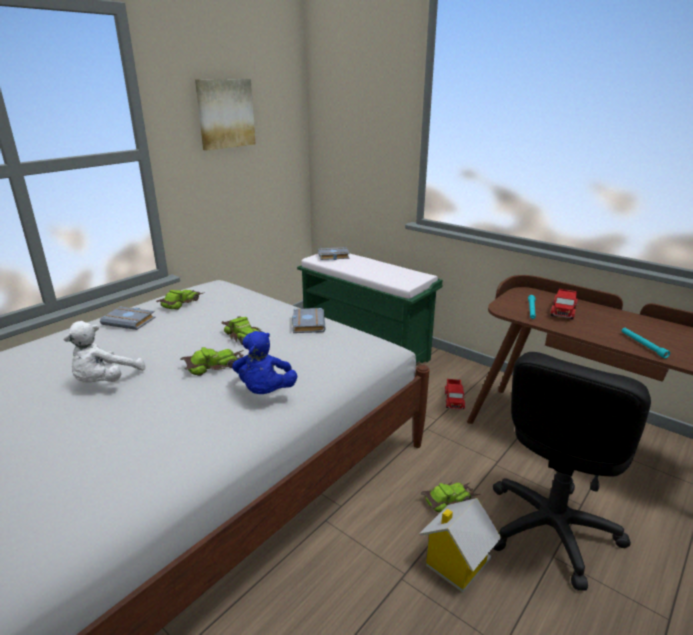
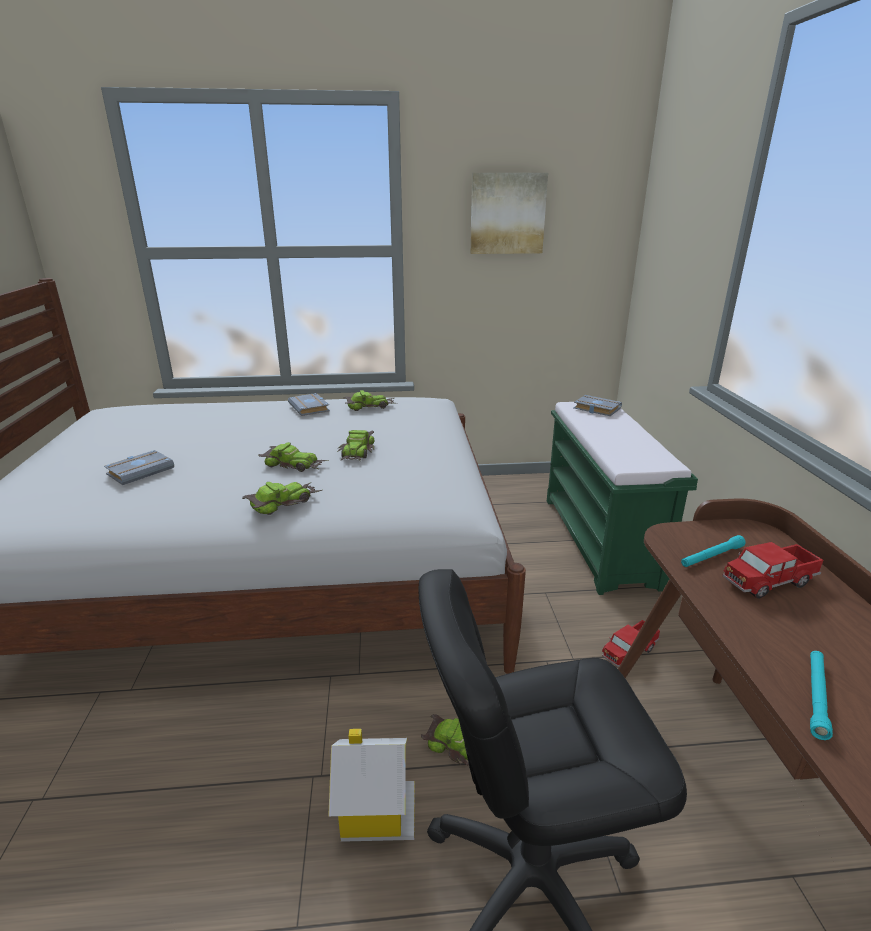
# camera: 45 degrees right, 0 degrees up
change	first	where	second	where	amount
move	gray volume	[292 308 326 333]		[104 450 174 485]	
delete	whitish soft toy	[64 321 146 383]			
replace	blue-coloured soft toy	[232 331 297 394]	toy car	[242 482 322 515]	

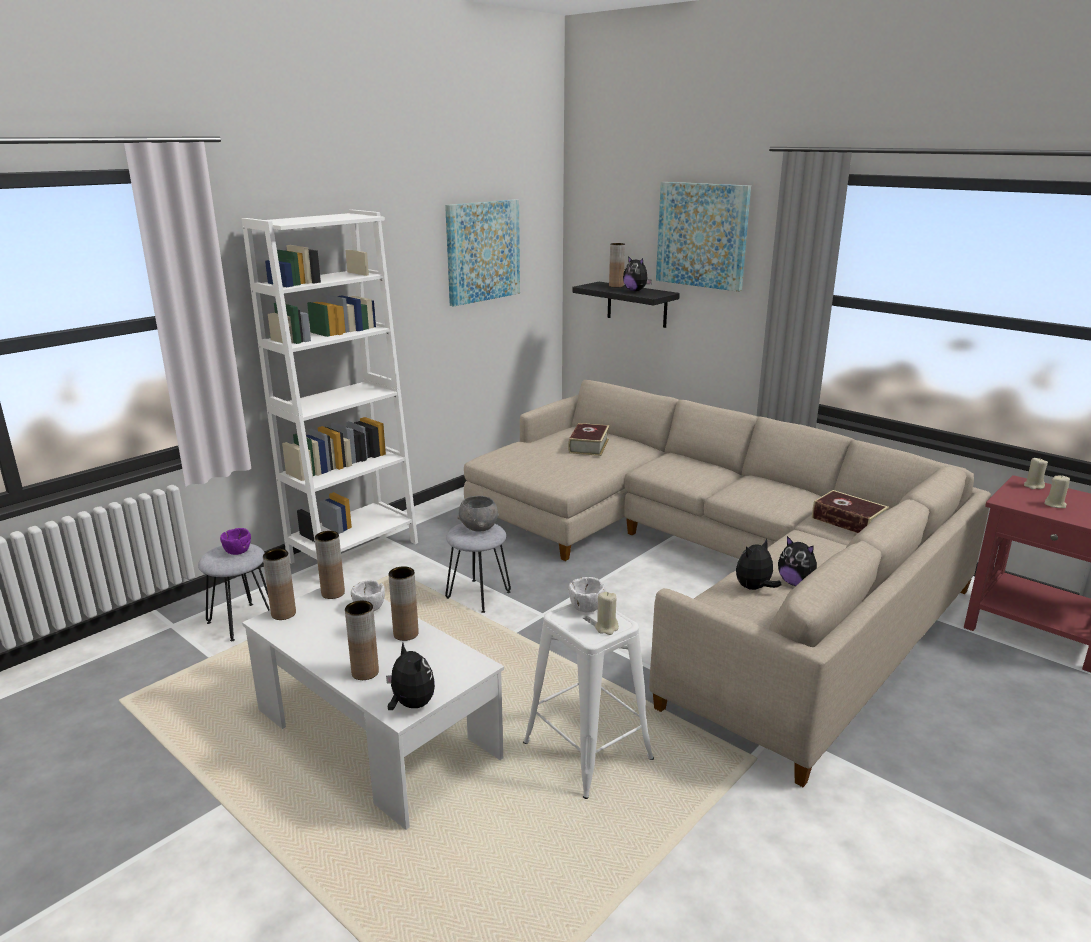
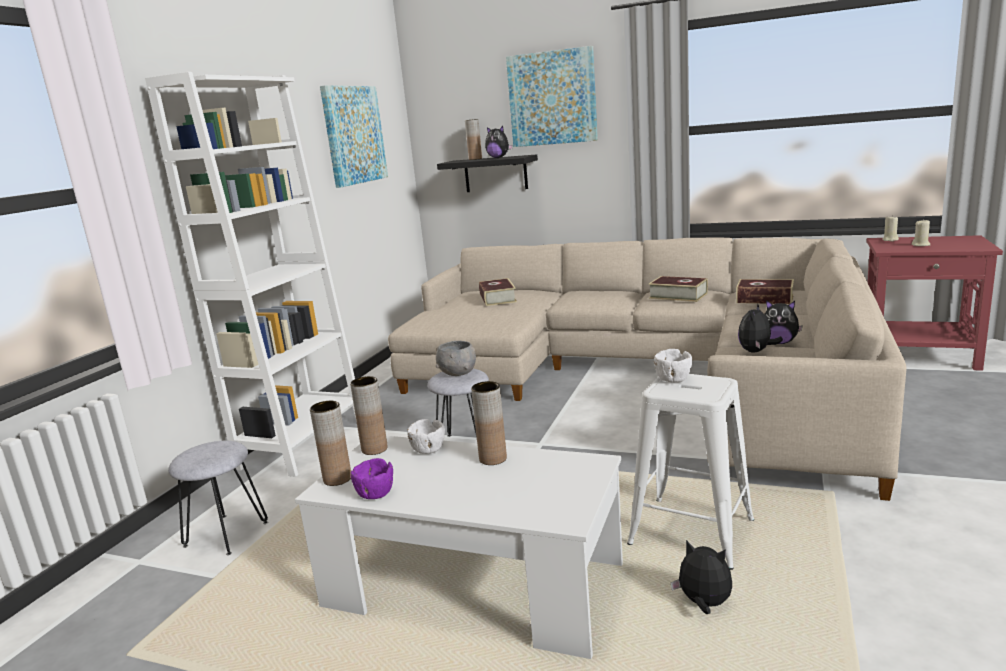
# camera: 20 degrees left, 5 degrees down
change	first	where	second	where	amount
move	purple bowl	[220 528 251 555]		[350 458 393 499]	
delete	beige wax light	[595 592 619 635]			
delete	brown-coloured flower vase	[345 601 379 680]			
move	soft toy	[386 643 435 710]		[671 540 732 614]	
insert			volume	[648 276 708 302]	

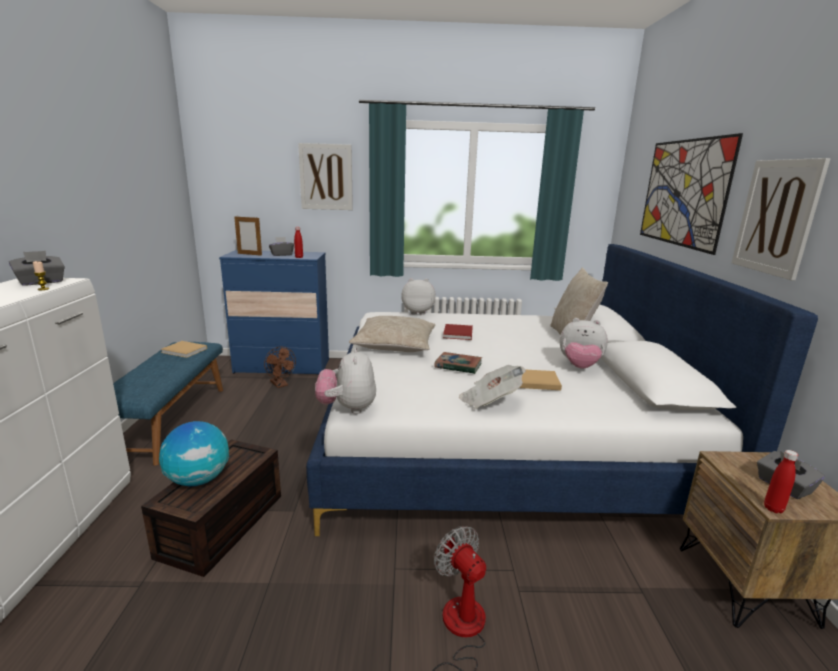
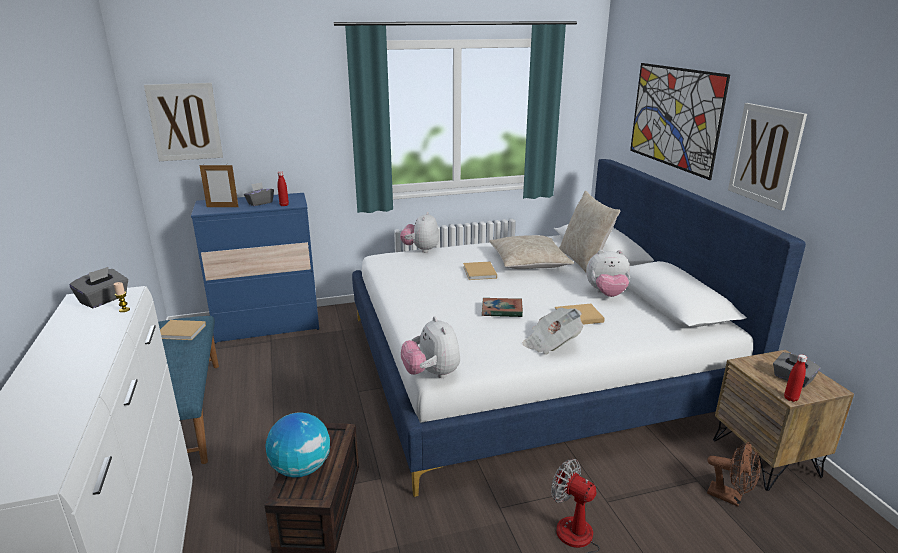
# camera: 15 degrees left, 5 degrees up
change	first	where	second	where	amount
move	wall art	[298 143 353 210]		[144 83 223 161]	
rotate	soft toy	[401 278 436 315]		[400 212 439 253]	60 degrees counterclockwise
move	beige pillow	[349 316 436 352]		[489 235 574 269]	
recolor	red-coloured volume	[443 324 473 340]	beige volume	[463 261 497 280]	
move	brown-coloured cooling fan	[264 346 296 388]		[707 442 761 506]	

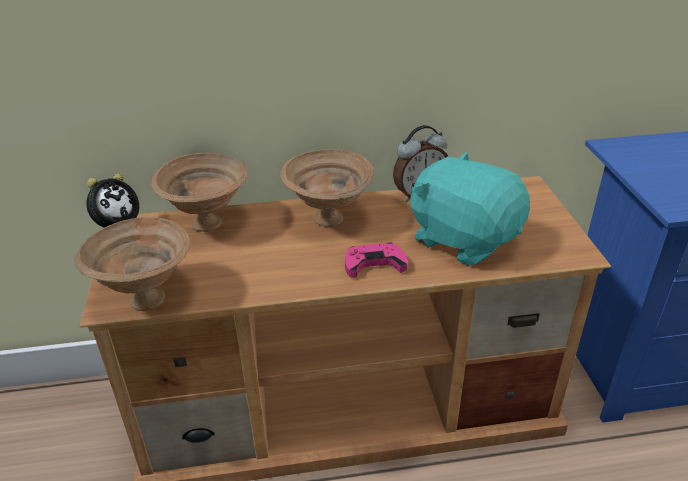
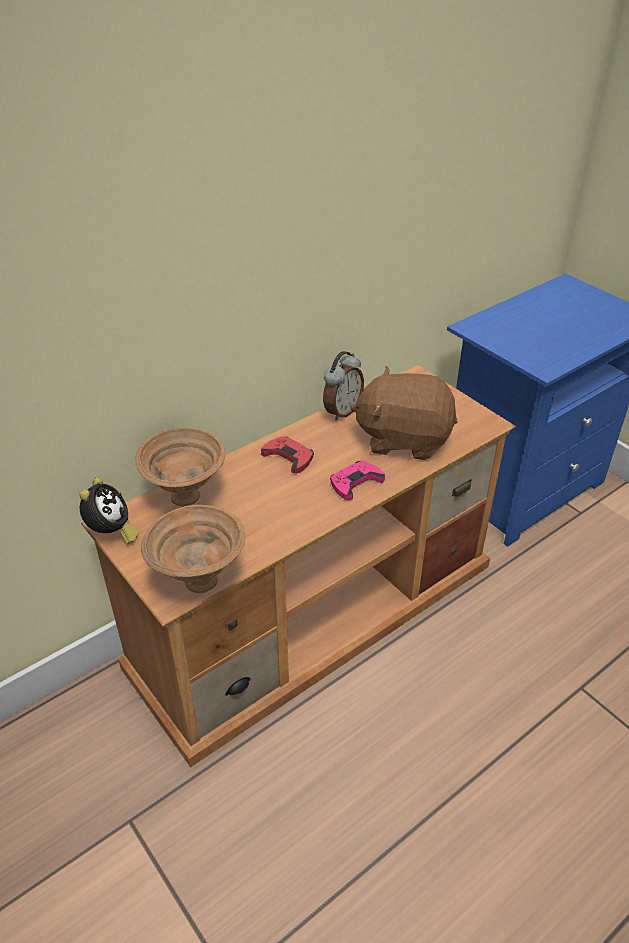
# camera: 30 degrees left, 5 degrees up
change	first	where	second	where	amount
replace	brown-coloured bowl	[280 149 374 227]	red-coloured joypad	[261 436 314 474]	
recolor	turquoise soft toy	[410 152 530 266]	brown-coloured soft toy	[350 366 458 460]	

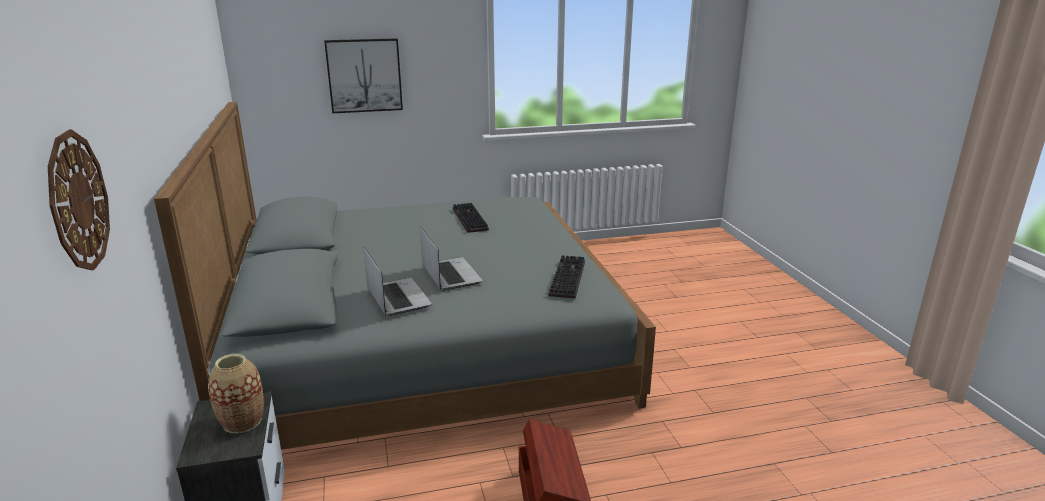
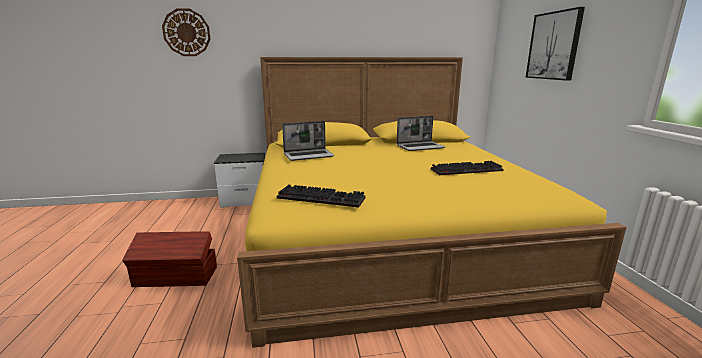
# camera: 95 degrees right, 5 degrees down
change	first	where	second	where	amount
recolor	gray sleeping bed	[154 102 656 450]	yellowish sleeping bed	[237 57 626 348]	
move	laptop	[420 226 483 291]		[396 116 445 151]	
delete	flower vase	[208 354 264 433]			

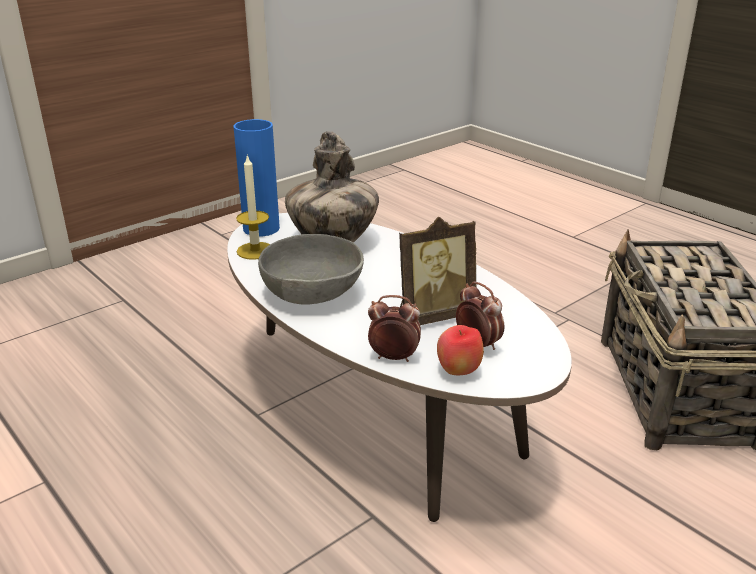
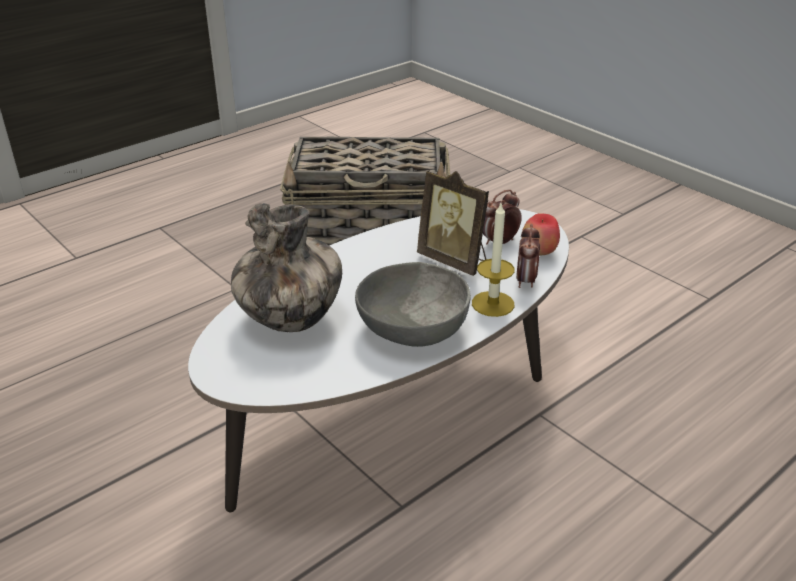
# camera: 90 degrees left, 5 degrees up
change	first	where	second	where	amount
delete	blue-coloured flower vase	[234 119 280 237]			
move	wax light	[236 154 270 260]		[472 203 515 317]	
rotate	standing frame	[399 217 477 325]		[417 170 489 276]	150 degrees clockwise

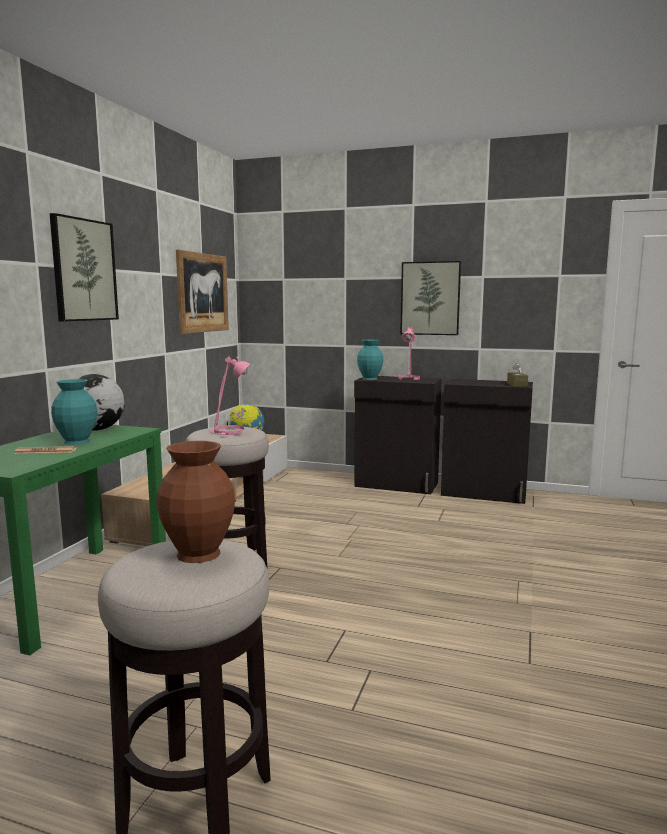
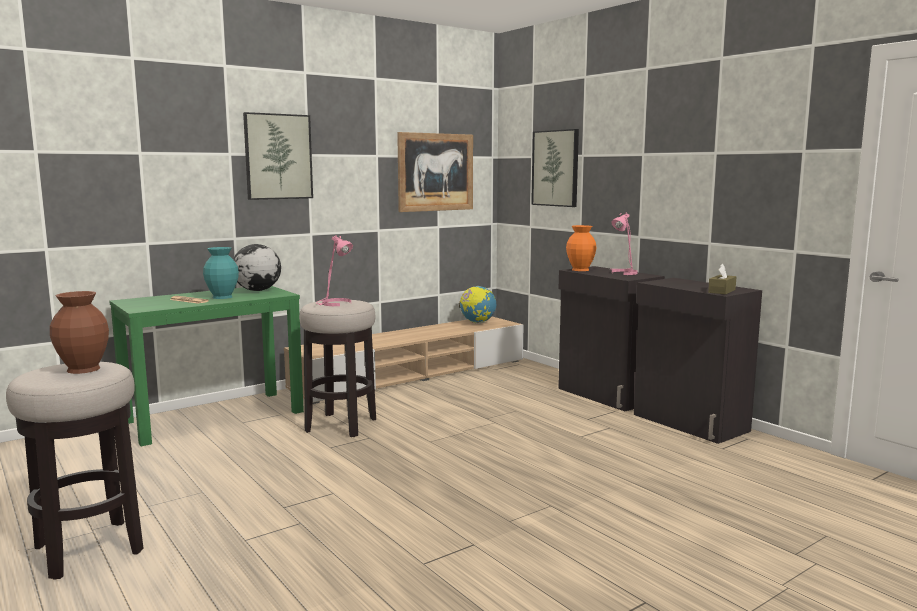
# camera: 35 degrees right, 0 degrees up
change	first	where	second	where	amount
move	wall art	[400 261 461 335]		[531 129 579 207]	
recolor	turquoise flower vase	[357 340 384 380]	orange flower vase	[566 225 596 271]	

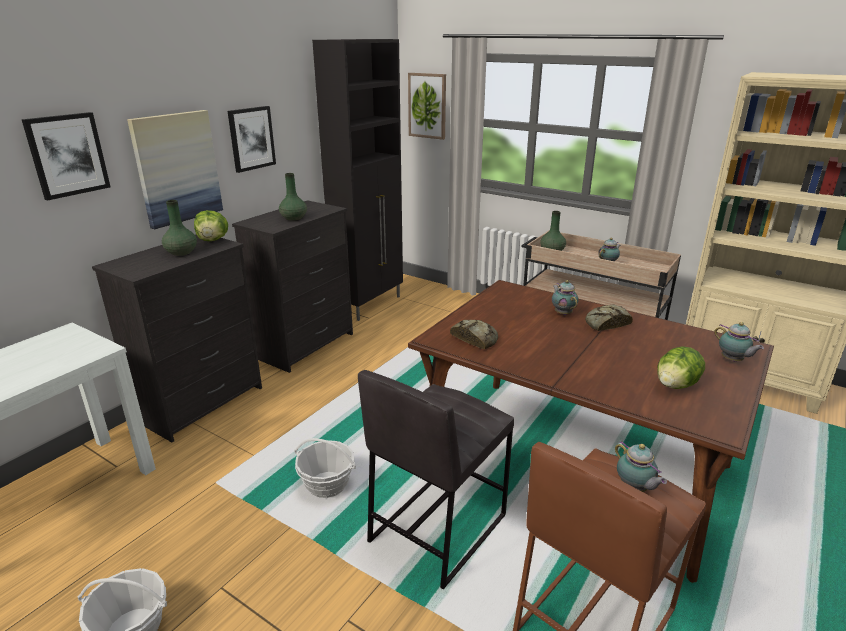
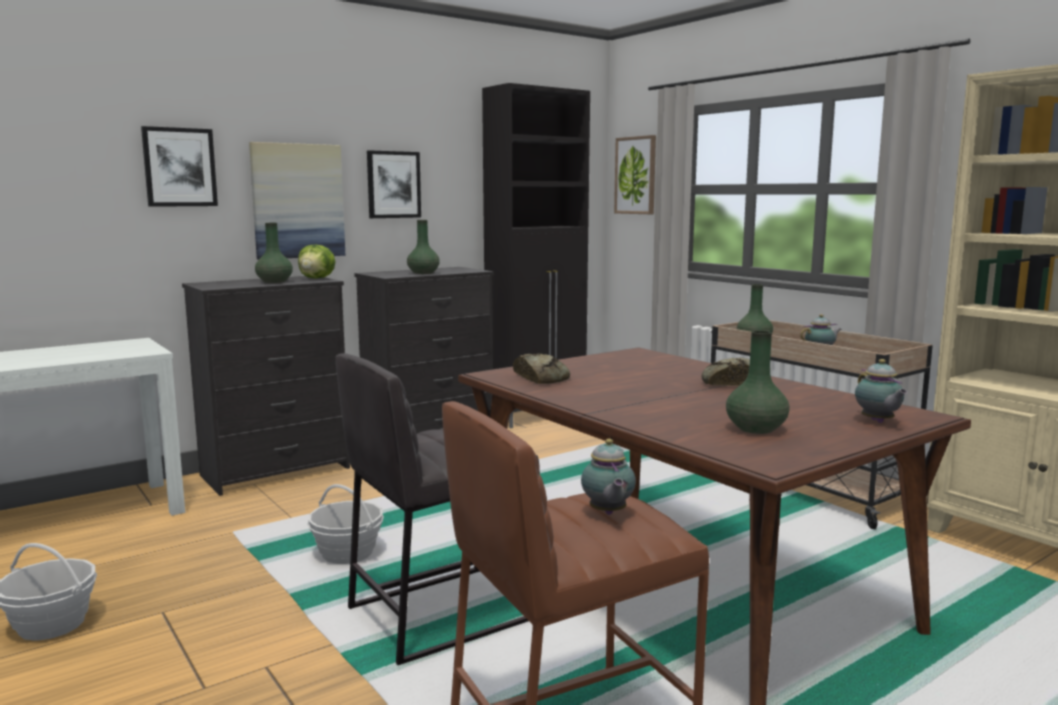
# camera: 20 degrees right, 15 degrees down
change	first	where	second	where	amount
delete	pot for tea	[552 280 578 315]			
replace	lettuce head	[657 347 705 389]	greenish flower vase	[726 330 790 434]	

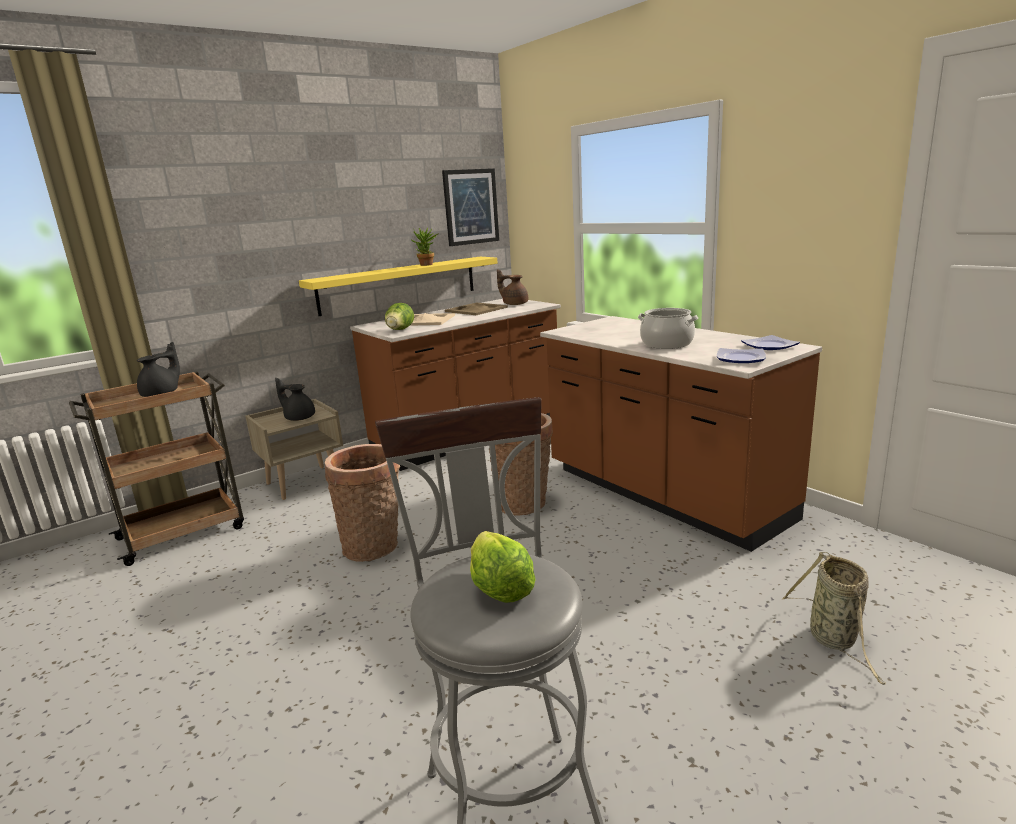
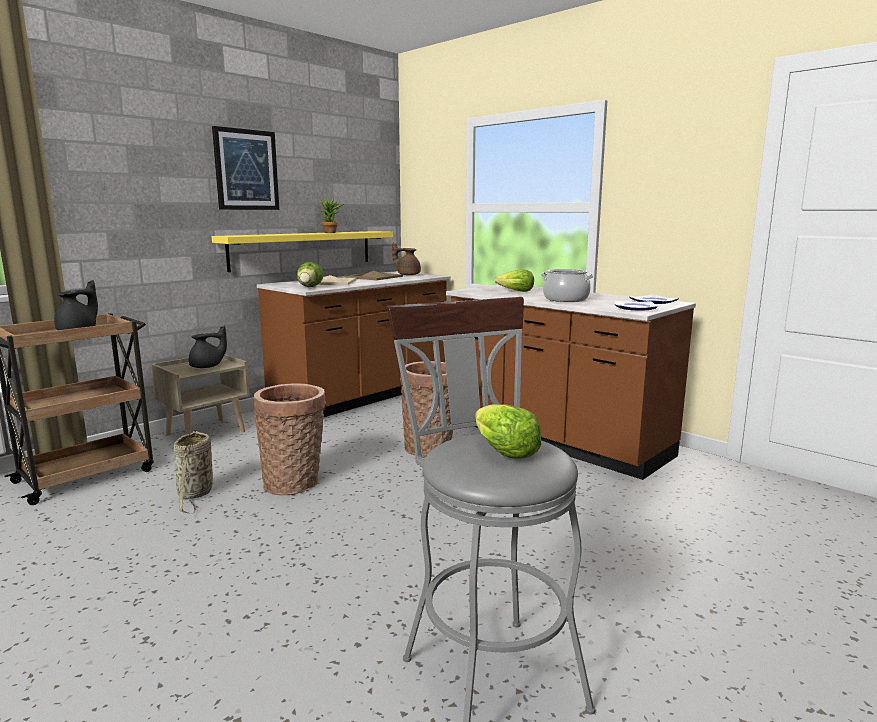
# camera: 10 degrees left, 5 degrees down
change	first	where	second	where	amount
move	wall art	[442 168 499 246]		[212 126 279 210]	
rotate	black pot for tea	[275 378 315 421]		[189 326 227 368]	135 degrees clockwise
move	basket	[781 552 886 685]		[174 430 213 513]	
insert			lettuce head	[495 270 534 292]	

